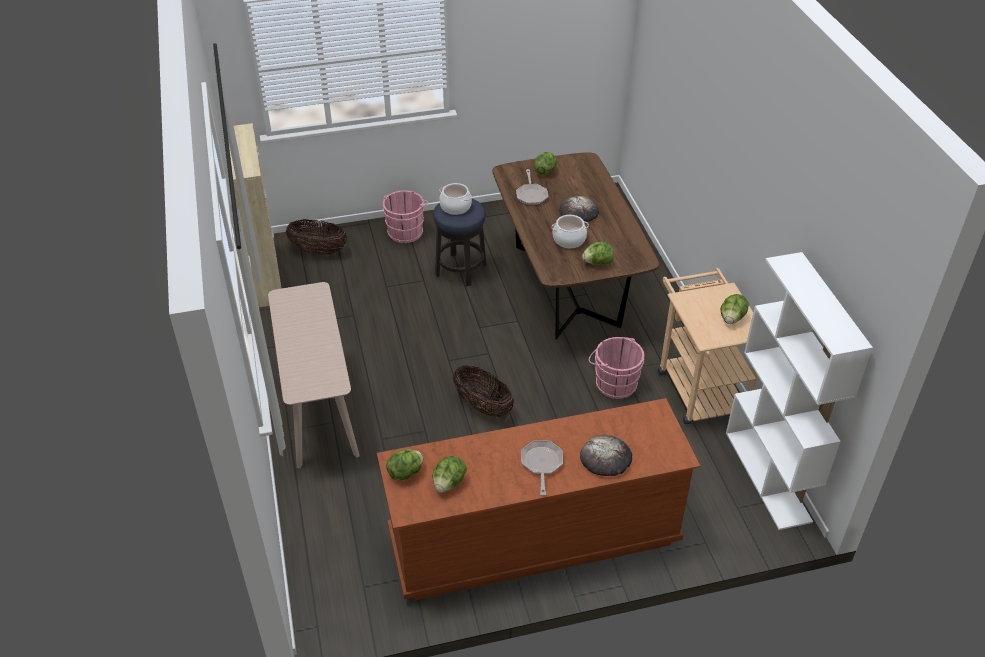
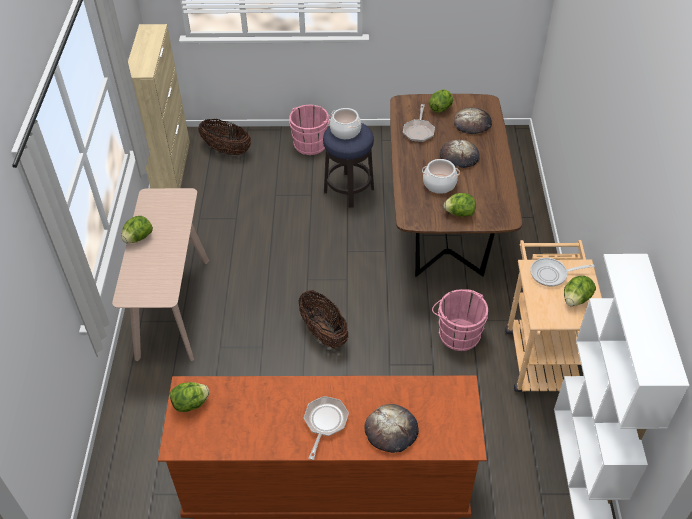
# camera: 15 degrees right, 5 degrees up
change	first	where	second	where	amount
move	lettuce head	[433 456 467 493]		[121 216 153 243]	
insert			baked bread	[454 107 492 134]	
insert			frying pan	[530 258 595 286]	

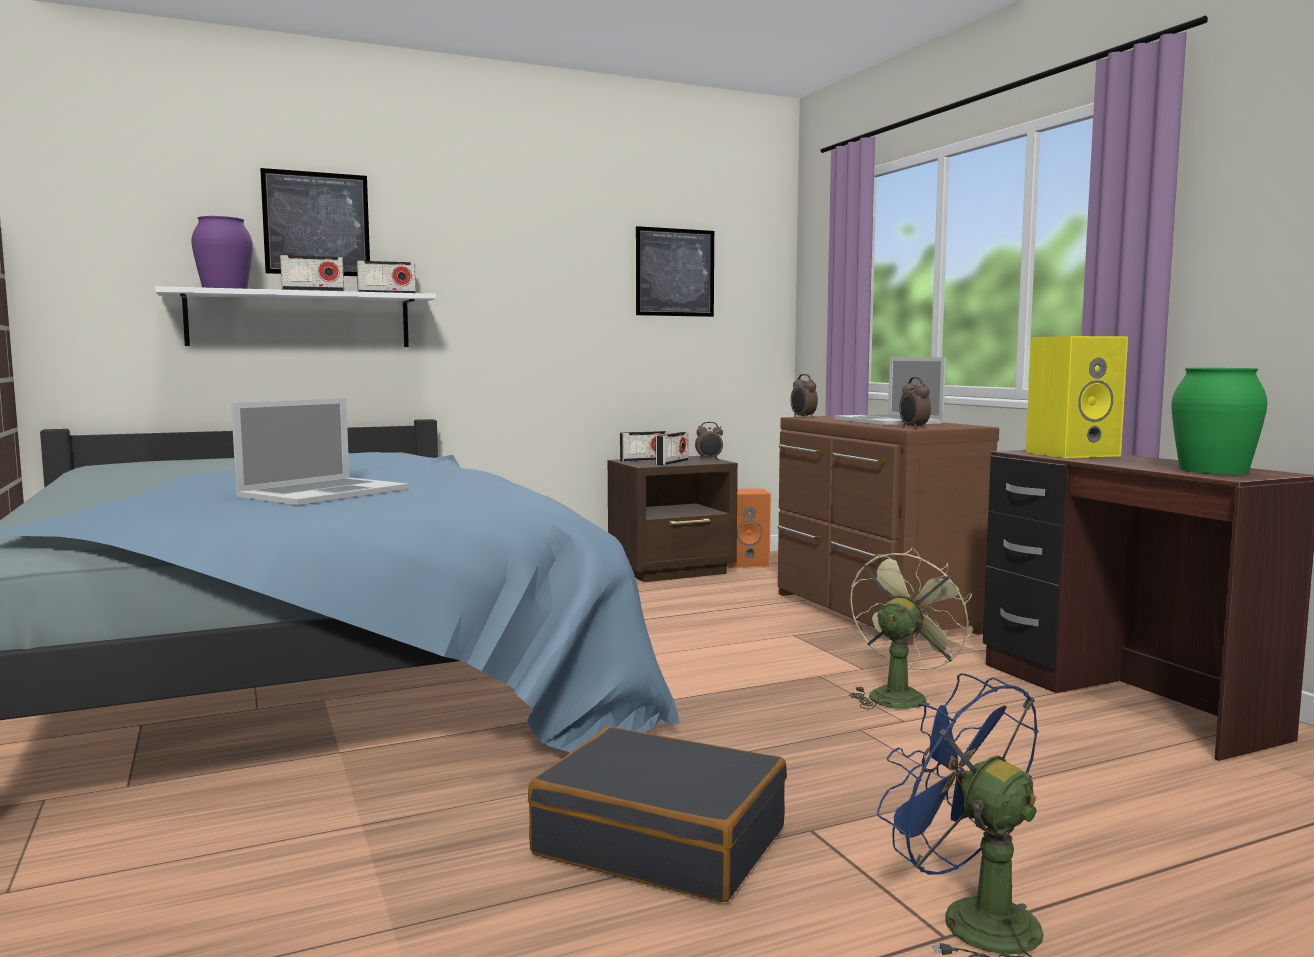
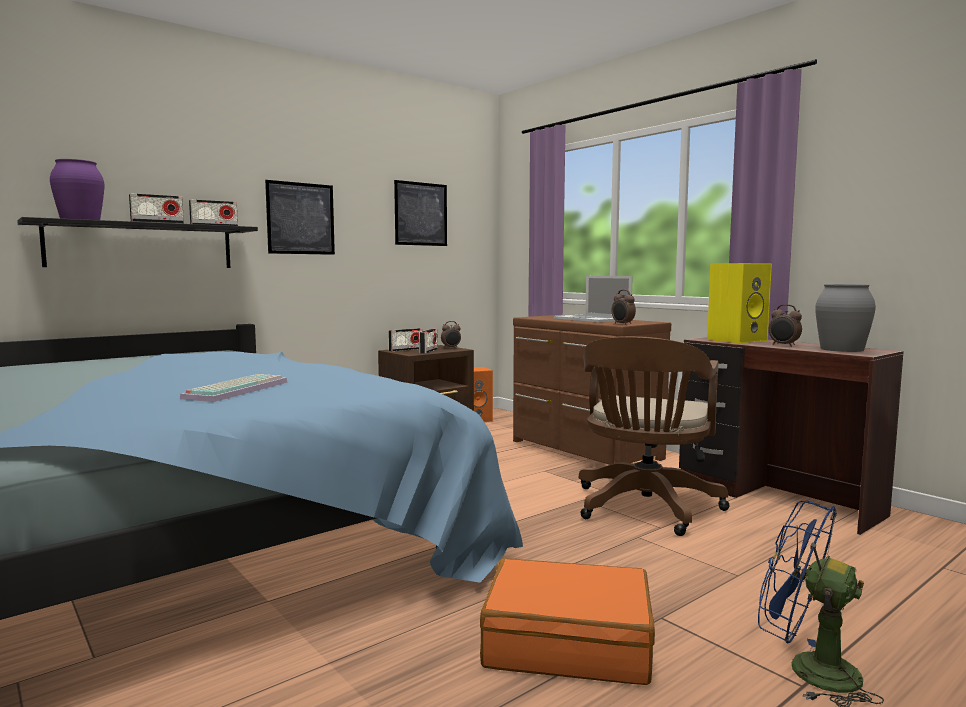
# camera: 15 degrees left, 0 degrees up
change	first	where	second	where	amount
move	wall art	[260 168 370 276]		[265 180 335 255]	
recolor	whitish bracket shelf	[155 286 436 347]	black bracket shelf	[17 217 258 268]	
recolor	greenish flower vase	[1172 368 1267 474]	gray flower vase	[815 284 876 352]	
move	table clock	[790 374 818 418]		[768 304 802 347]	
replace	laptop	[231 398 409 505]	PC keyboard	[180 374 287 402]	
replace	greenish cooling fan	[849 547 973 709]	brown-coloured computer chair	[579 336 730 536]	
recolor	black piece of luggage	[528 727 787 902]	orange piece of luggage	[480 558 655 685]	

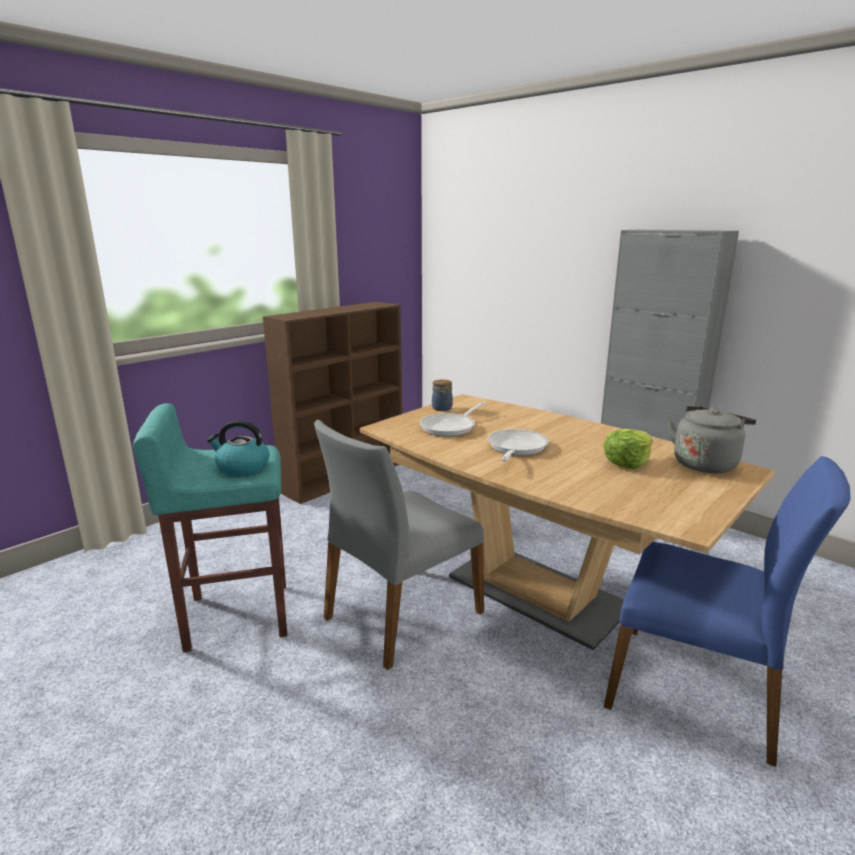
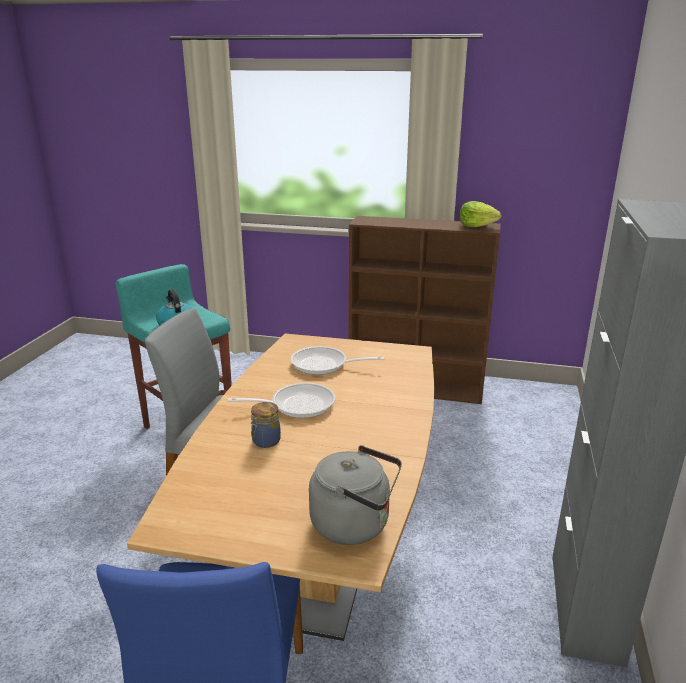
# camera: 60 degrees right, 5 degrees up
change	first	where	second	where	amount
move	jar	[432 380 453 411]		[251 402 281 448]	
move	lettuce head	[604 429 653 469]		[460 201 501 227]	

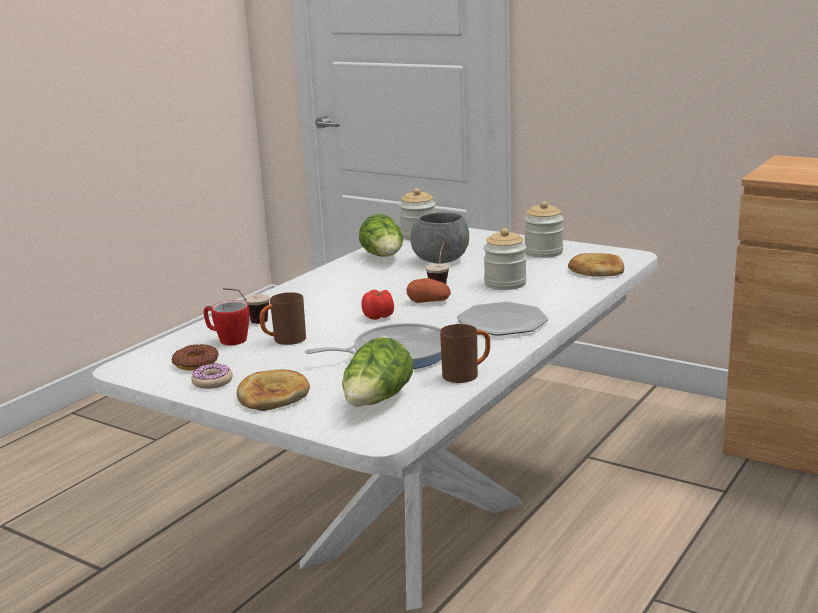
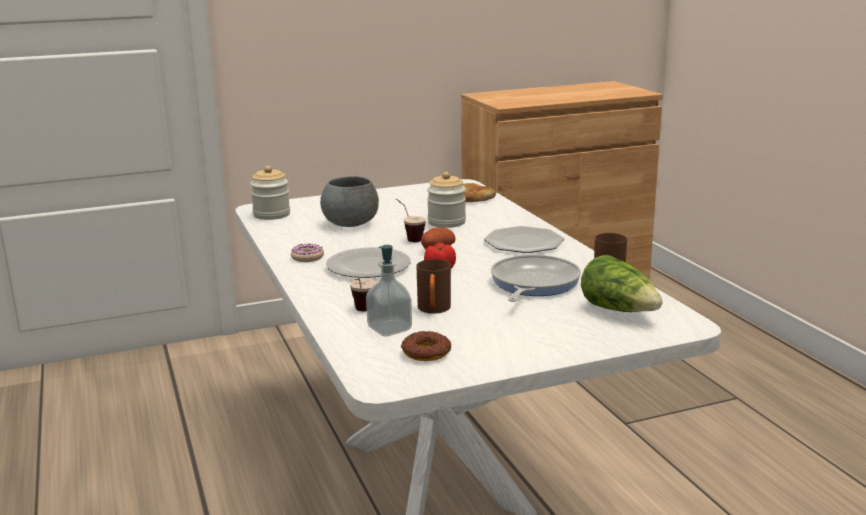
# camera: 55 degrees left, 0 degrees up
change	first	where	second	where	amount
delete	jar	[524 201 564 258]			
delete	lettuce head	[359 214 403 257]			
replace	coffee mug	[204 300 249 345]	liquid soap bottle	[366 245 412 336]	
move	donut	[191 363 233 389]		[291 244 324 262]	
delete	baked bread	[237 370 310 411]			
insert			plate	[326 247 411 278]	

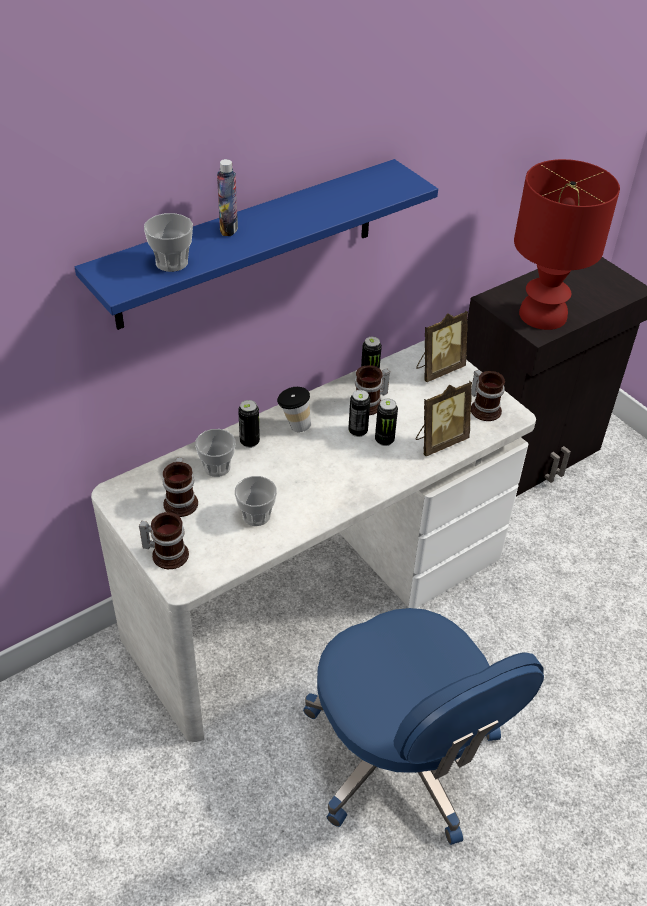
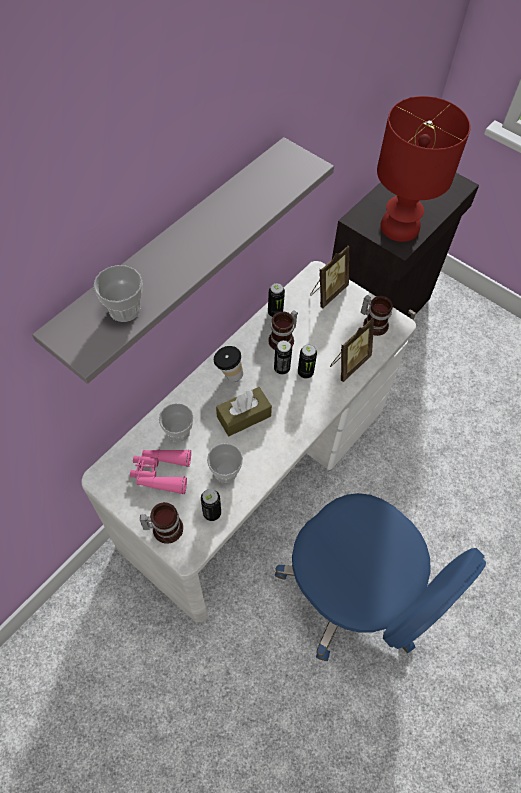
# camera: 15 degrees left, 15 degrees up
change	first	where	second	where	amount
recolor	blue-coloured bracket shelf	[75 159 438 330]	gray bracket shelf	[32 137 334 384]	
delete	drink bottle	[217 159 238 236]			
move	can	[238 400 260 448]		[201 489 221 521]	
replace	coffee mug	[163 458 198 517]	pink pair of binoculars	[130 449 191 494]	
insert			brown-coloured tissue holder	[216 387 272 436]	

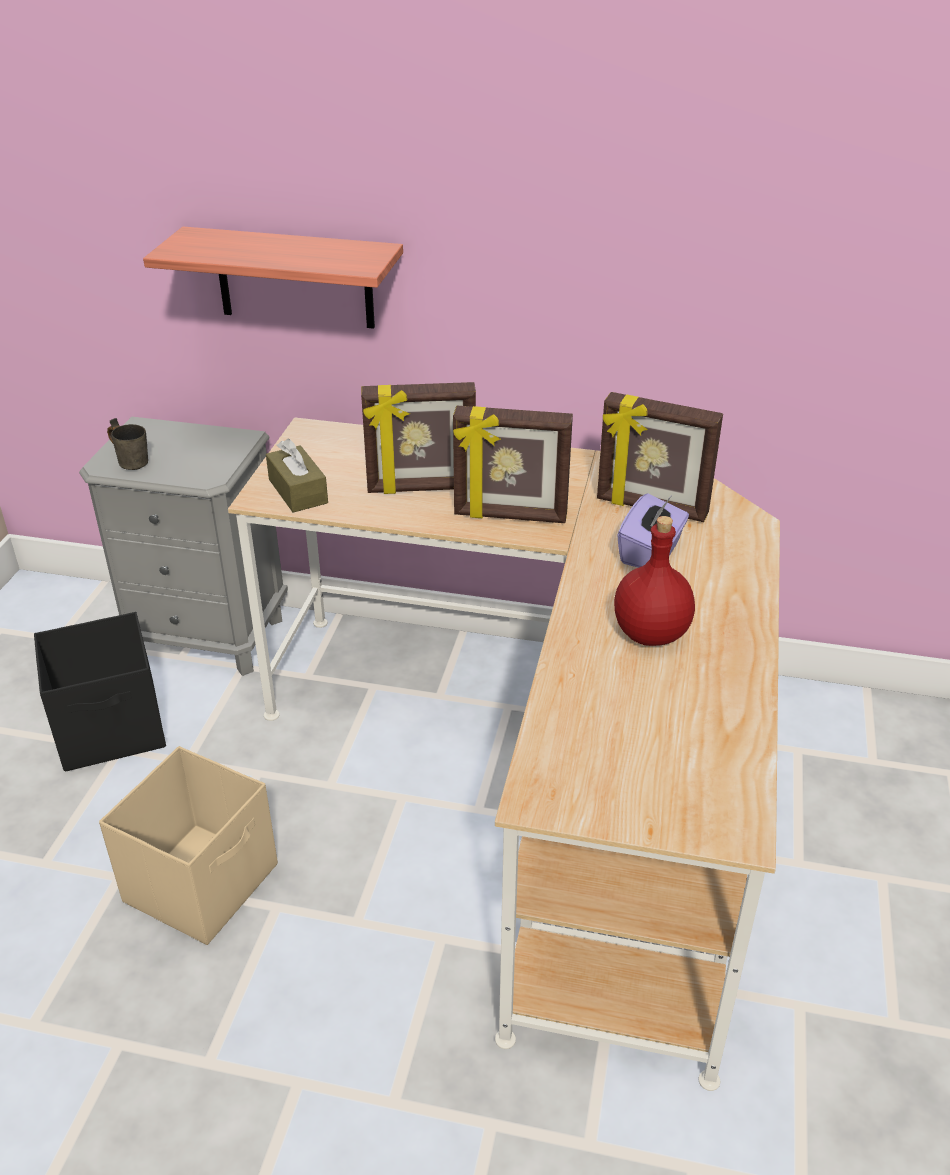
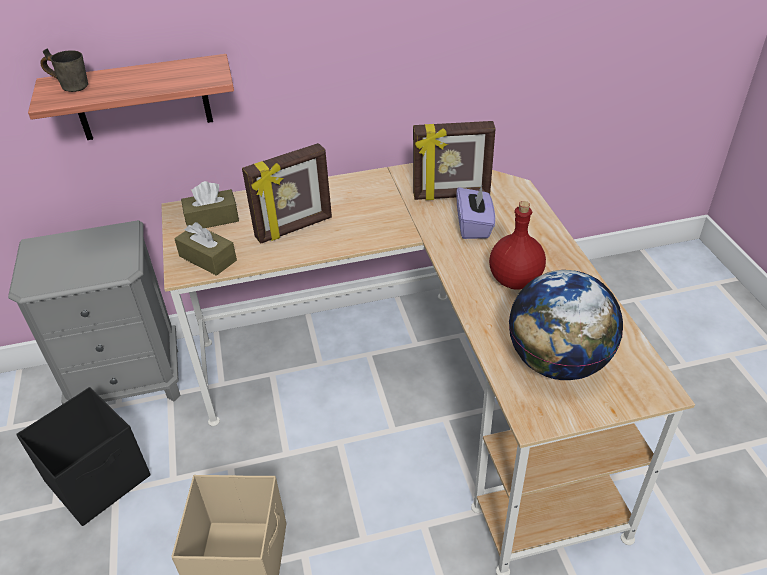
# camera: 25 degrees left, 5 degrees up
change	first	where	second	where	amount
delete	standing frame	[453 406 573 523]			
move	gray coffee mug	[107 418 148 470]		[40 48 88 92]	
insert			brown-coloured tissue holder	[181 181 239 228]	
insert			desk globe	[509 270 623 380]	

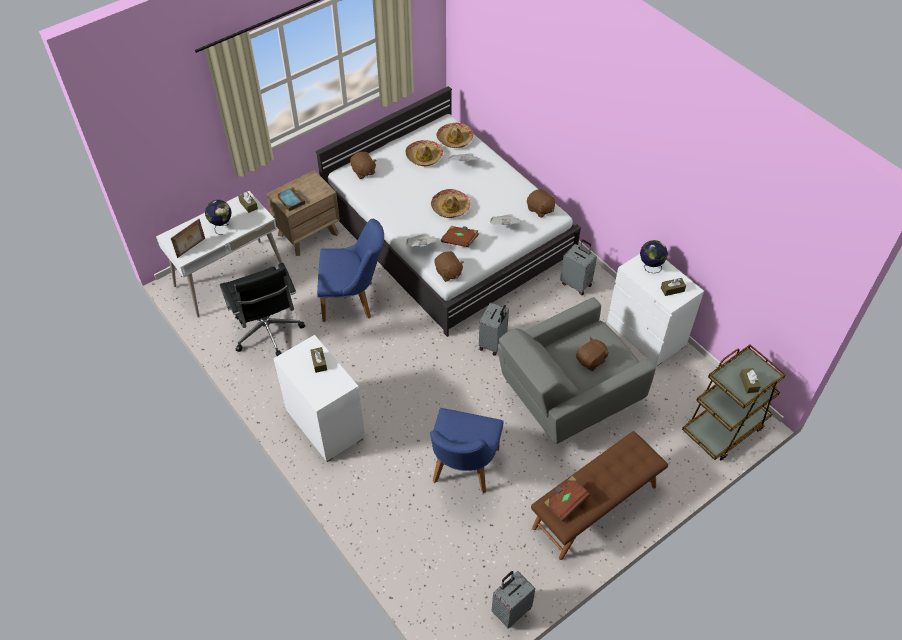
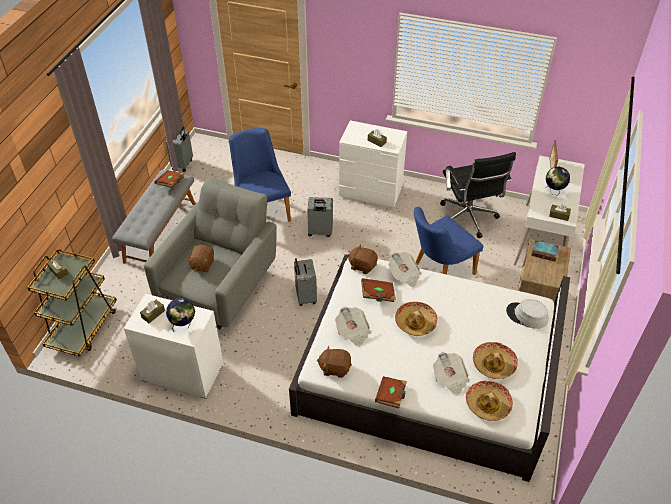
# camera: 145 degrees right, 5 degrees down
change	first	where	second	where	amount
replace	brown-coloured soft toy	[350 152 376 179]	gray hat	[506 299 548 329]	
move	gray piece of luggage	[560 239 597 295]		[307 197 333 237]	
rotate	black computer chair	[220 263 305 356]		[440 152 516 238]	135 degrees counterclockwise
recolor	brown-coloured long seat	[531 431 668 560]	gray long seat	[112 170 196 264]	
insert			brown-coloured volume	[375 376 407 408]	

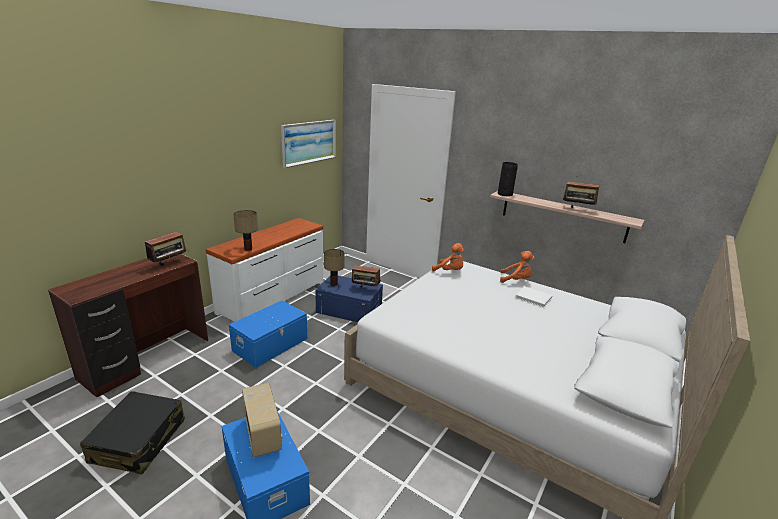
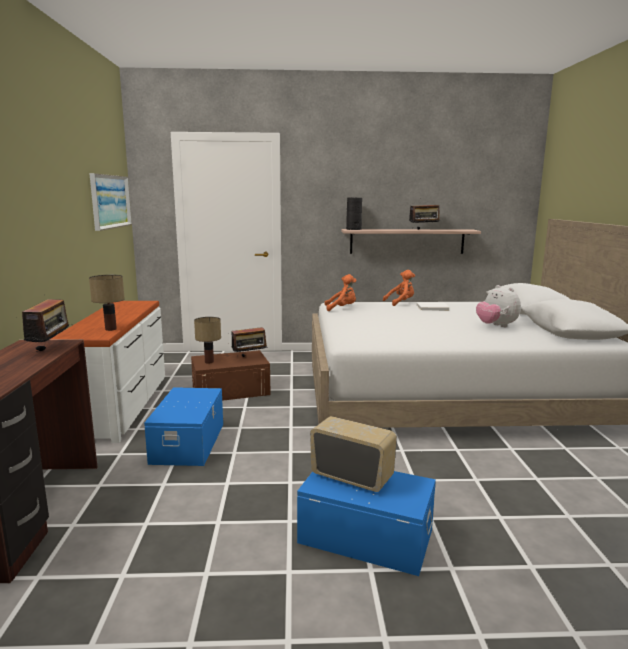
# camera: 35 degrees left, 10 degrees down
change	first	where	second	where	amount
recolor	blue-coloured storage box	[315 275 383 322]	brown-coloured storage box	[191 350 271 401]	
delete	black piece of luggage	[80 391 185 474]			
insert			soft toy	[476 285 521 327]	

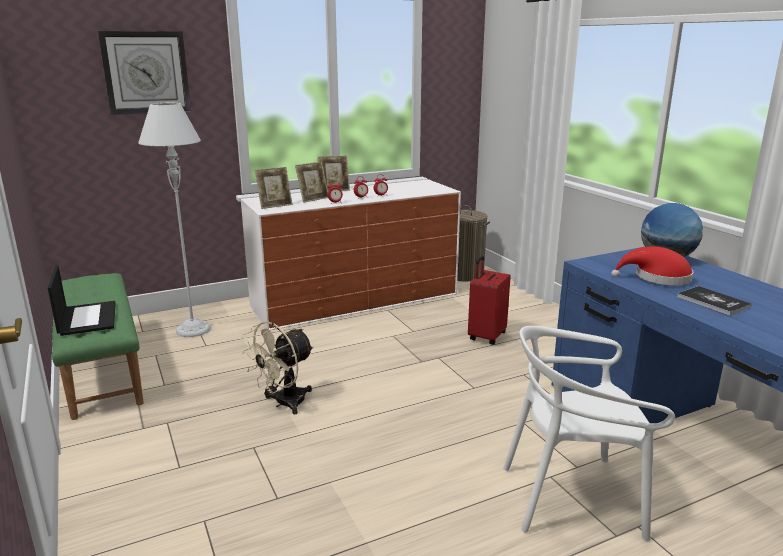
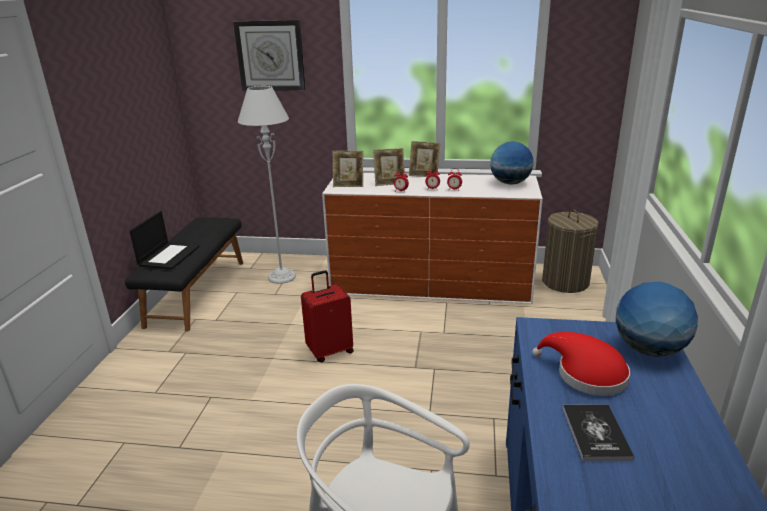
# camera: 35 degrees right, 5 degrees up
change	first	where	second	where	amount
move	red-coloured piece of luggage	[468 256 511 345]		[301 270 354 362]	
recolor	greenish long seat	[52 273 144 420]	black long seat	[125 217 243 332]	
delete	beige cooling fan	[241 321 314 414]			
insert			desk globe	[490 141 534 184]	

